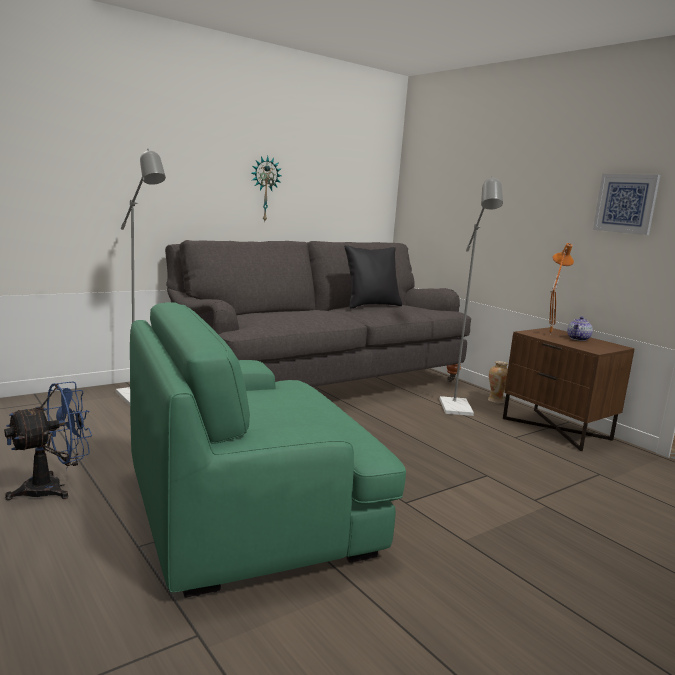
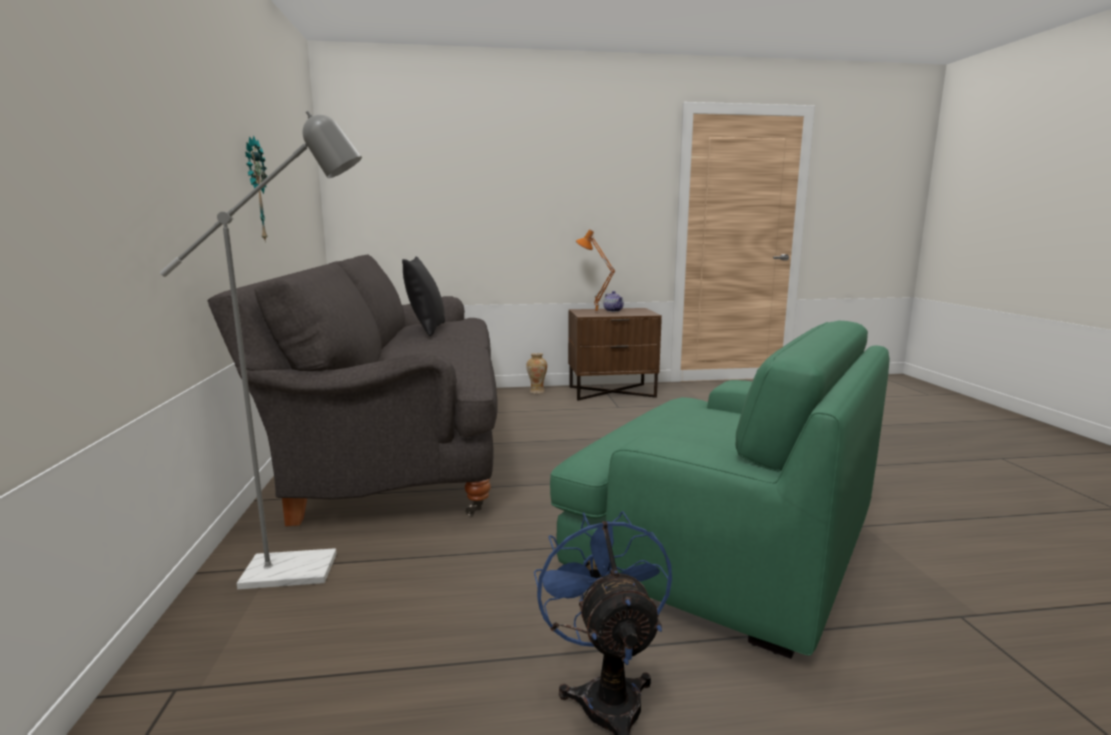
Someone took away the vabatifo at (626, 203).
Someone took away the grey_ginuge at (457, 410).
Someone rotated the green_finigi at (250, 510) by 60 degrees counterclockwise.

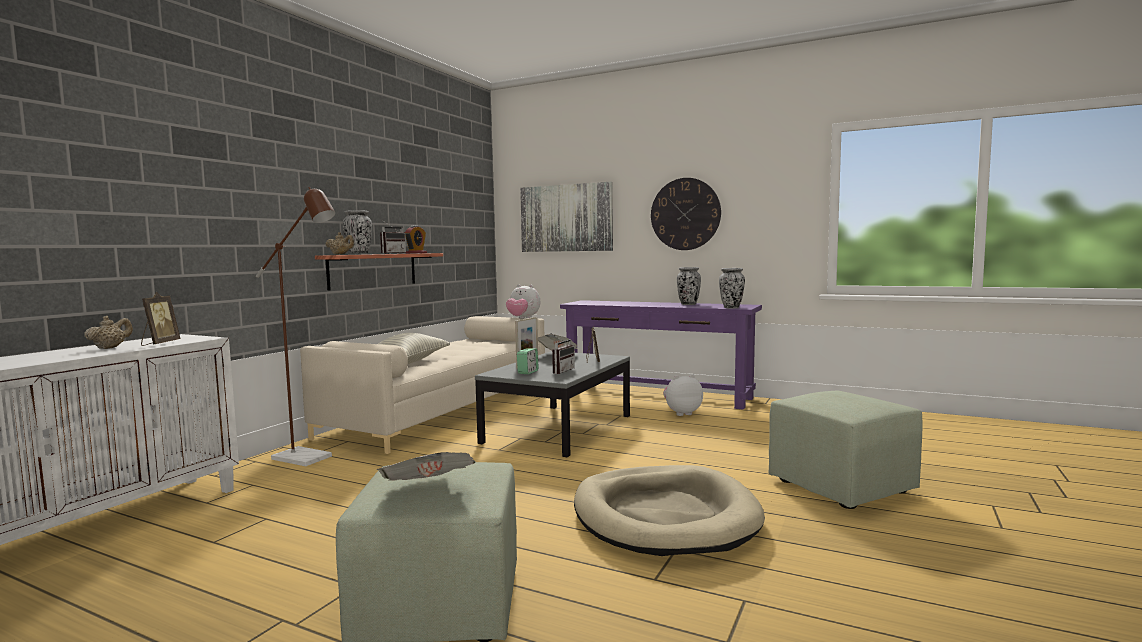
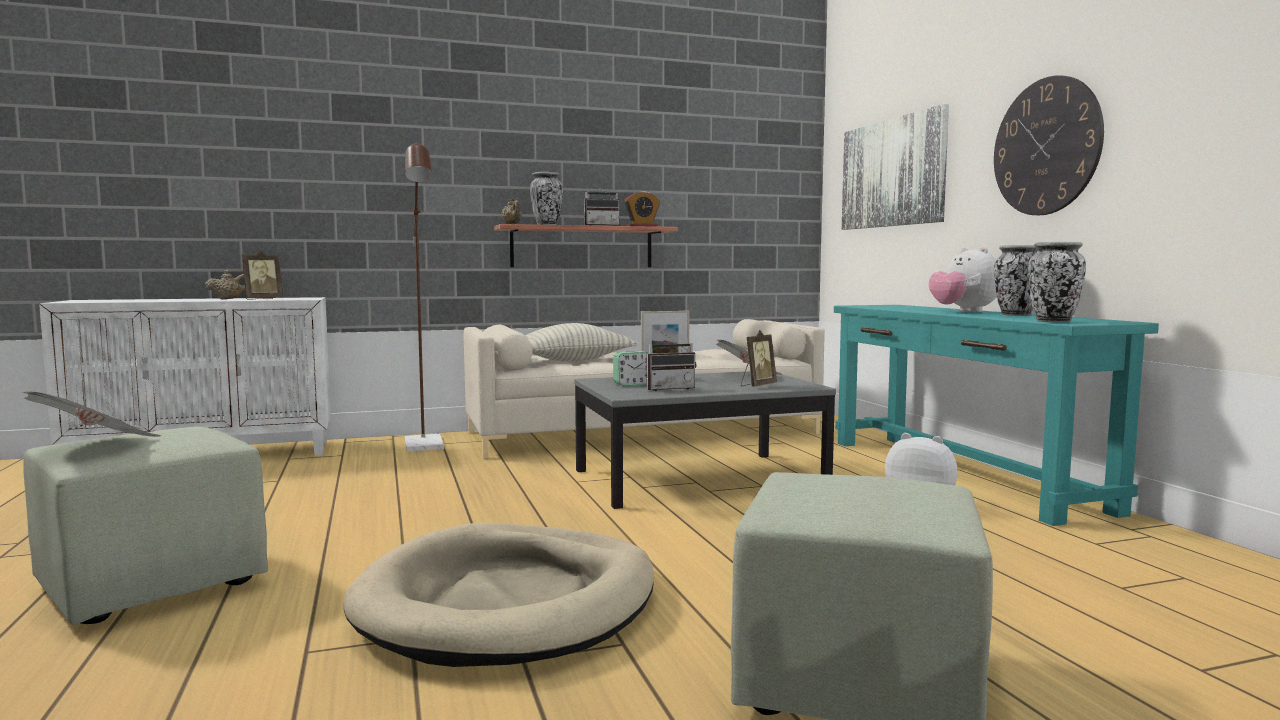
Someone carried the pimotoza from (523, 319) to (963, 311).
Someone repainted the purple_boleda at (657, 395), which became the turquoise_boleda at (958, 473).

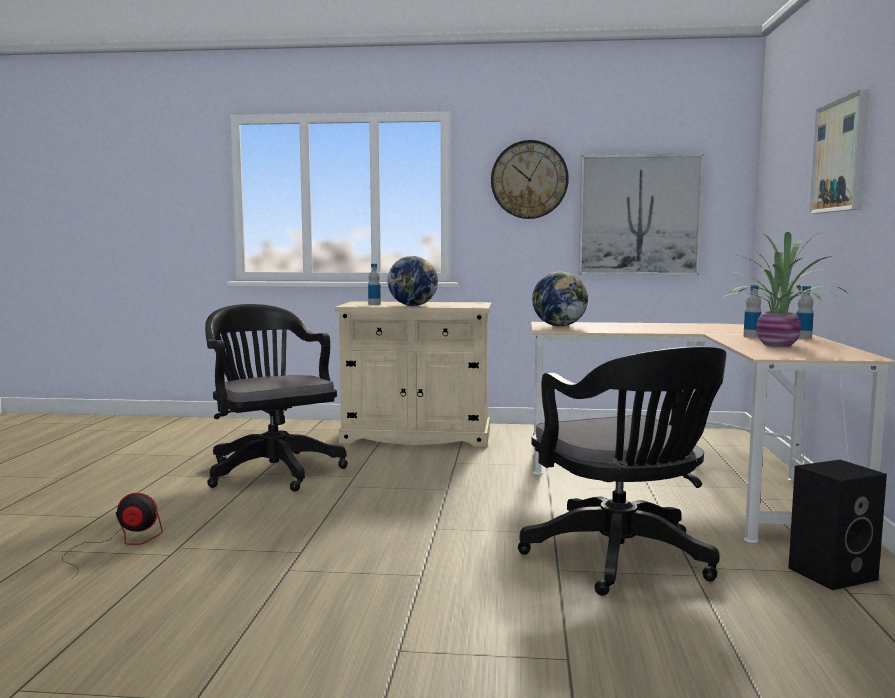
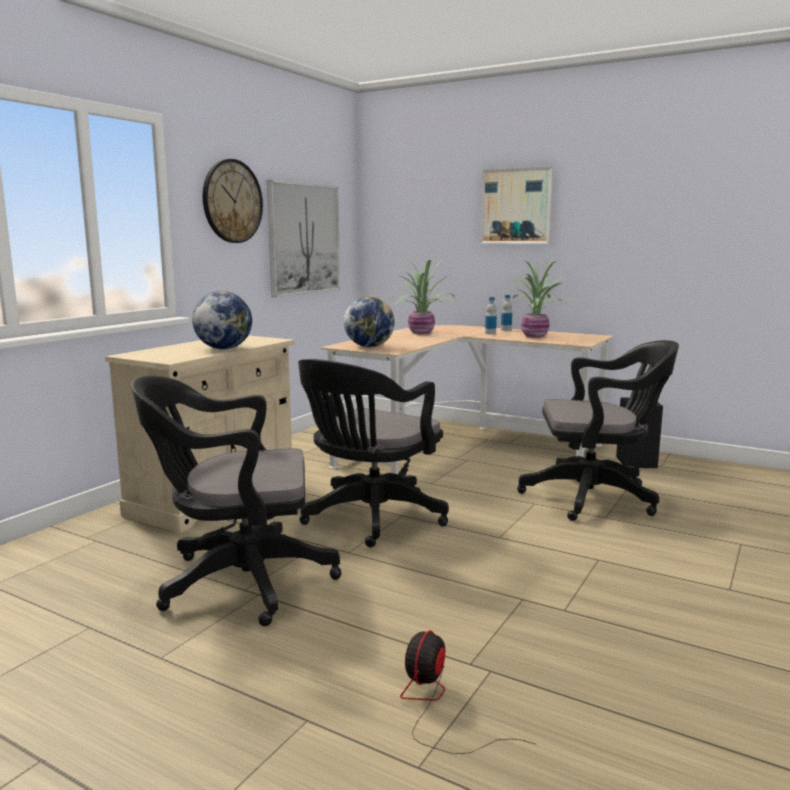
Someone took away the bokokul at (374, 304).
Someone put down the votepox at (421, 333).
Someone put down the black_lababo at (369, 519).

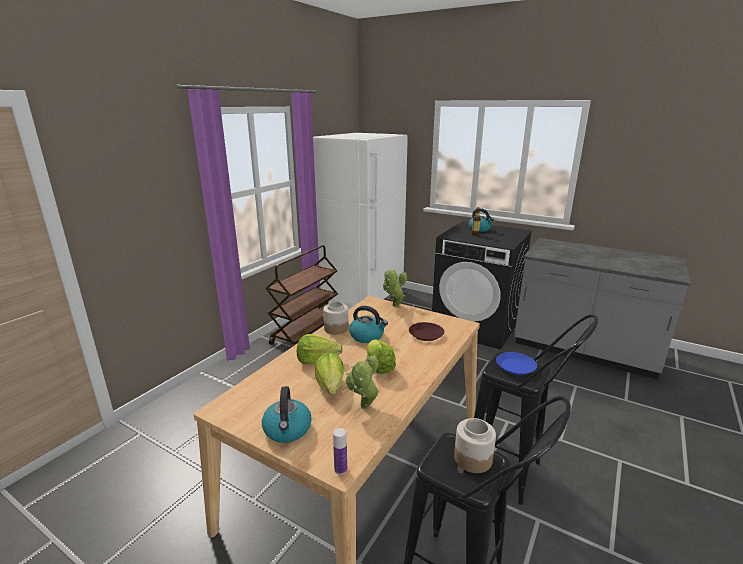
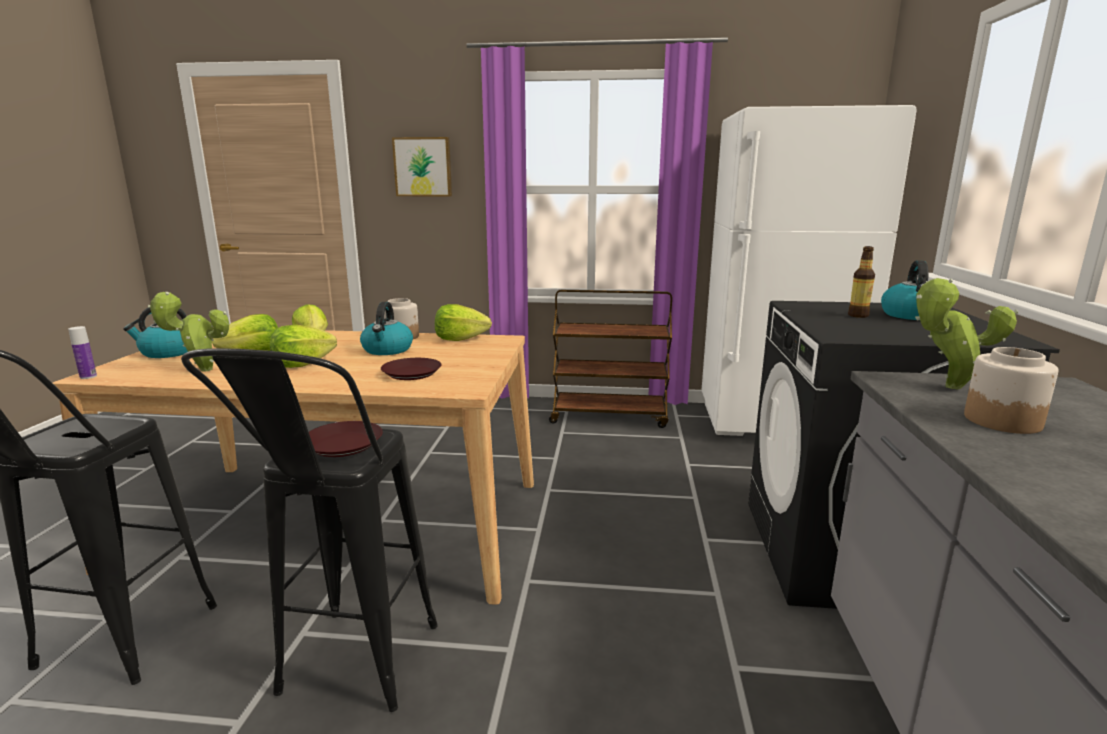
Someone carried the votepox from (394, 306) to (947, 387).
Someone repainted the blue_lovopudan at (515, 366), which became the brown_lovopudan at (344, 445).
Someone carried the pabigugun from (472, 458) to (1002, 421).
Someone put up the vabatifo at (423, 167).
Someone put down the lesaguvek at (460, 339).

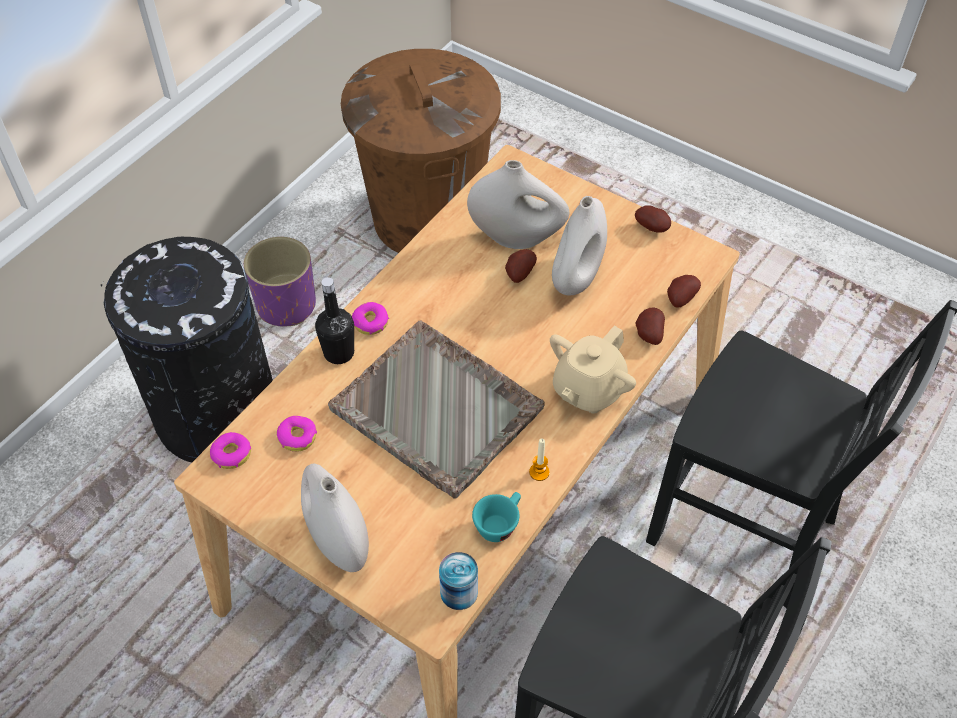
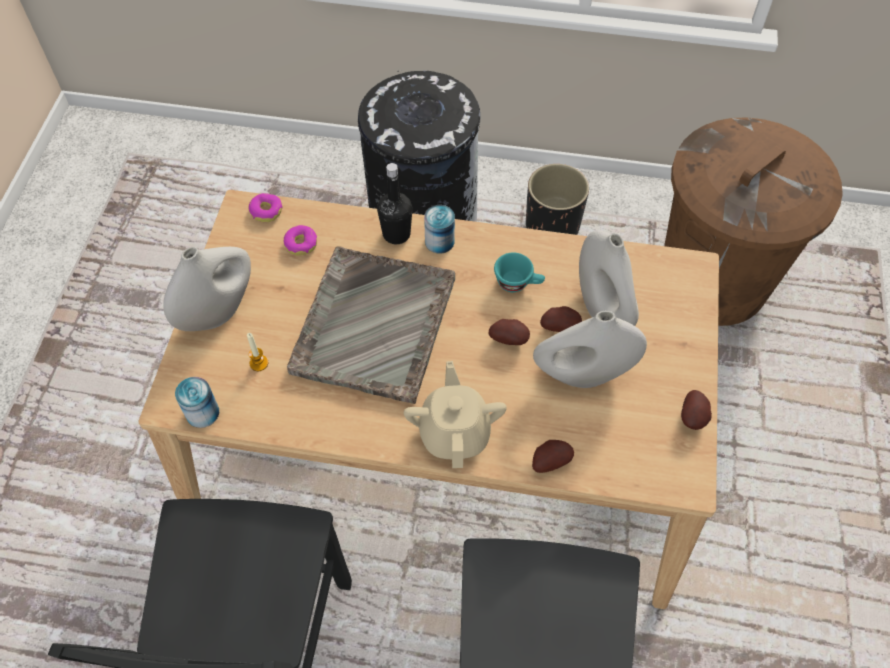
Someone repainted the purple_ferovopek at (286, 305), which became the black_ferovopek at (552, 226).
Someone carried the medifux from (679, 298) to (509, 338).
Someone swapped the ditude at (370, 323) for the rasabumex at (439, 241).
Someone rotated the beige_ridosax at (588, 390) by 75 degrees clockwise.
Someone carried the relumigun from (539, 472) to (259, 363).
Someone carried the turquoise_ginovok from (499, 523) to (518, 283).

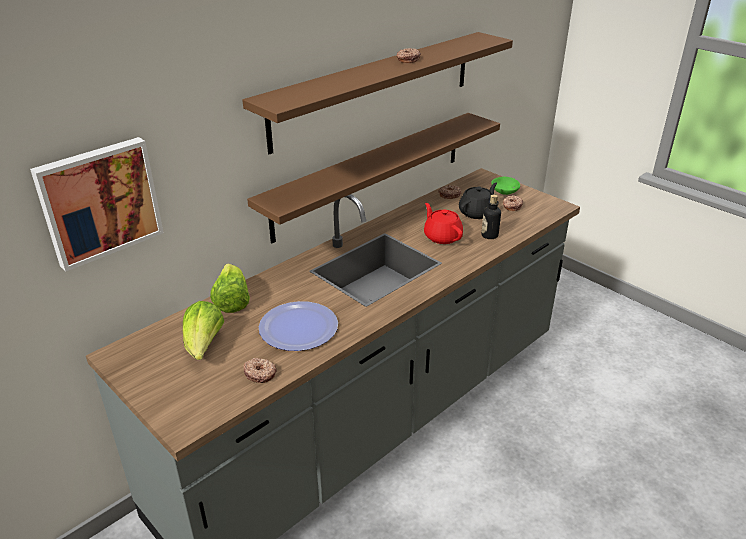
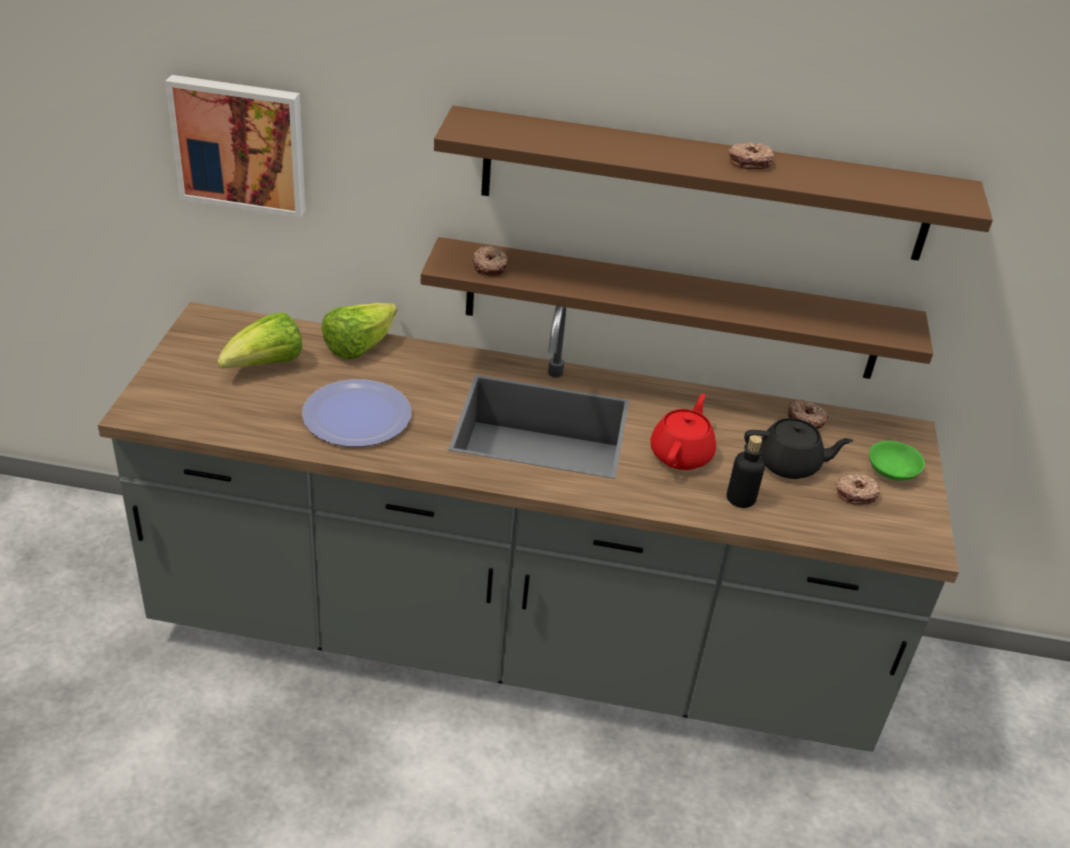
Someone carried the ditude from (260, 373) to (490, 266).

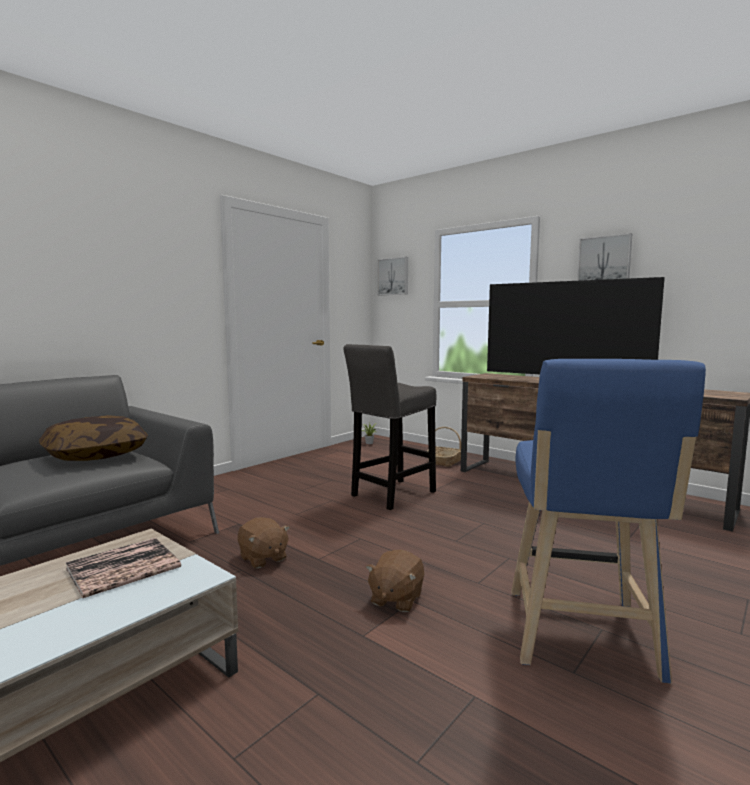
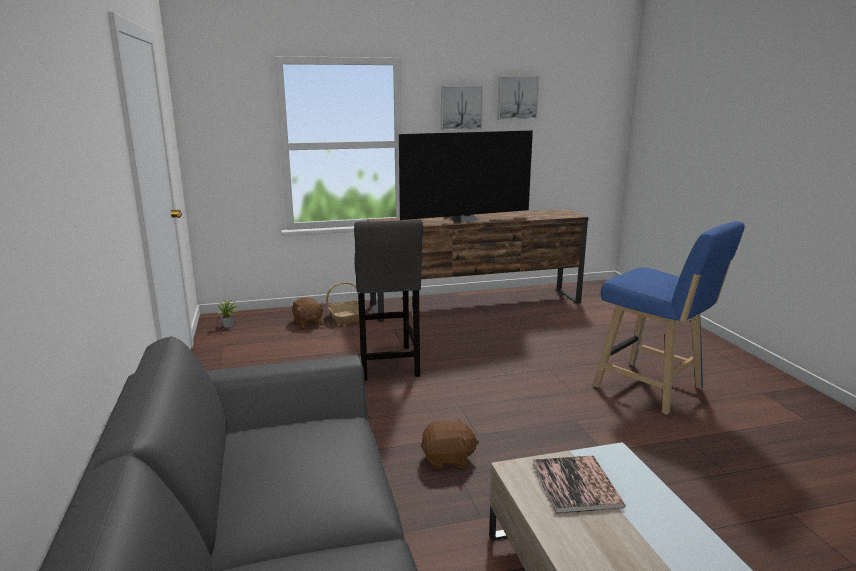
Someone carried the vabatifo from (393, 276) to (517, 98).
Someone took away the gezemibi at (96, 454).
Someone carried the brown_pimotoza from (396, 598) to (307, 322).

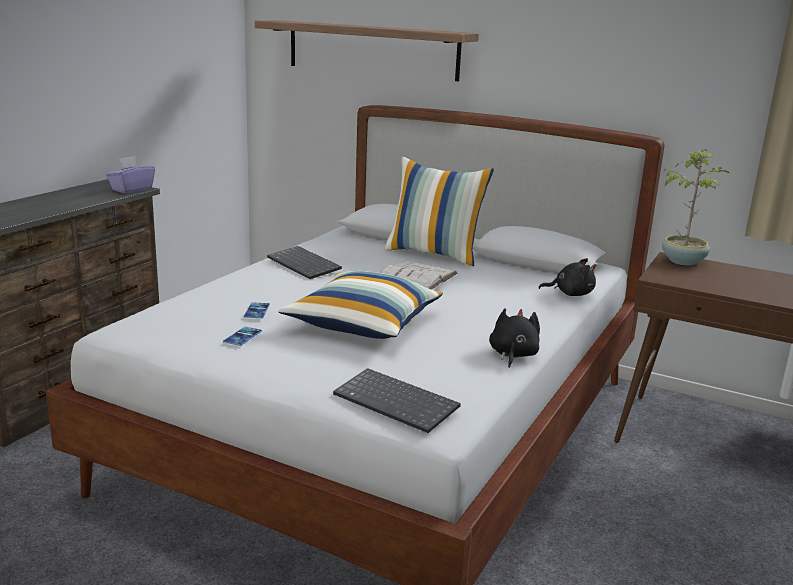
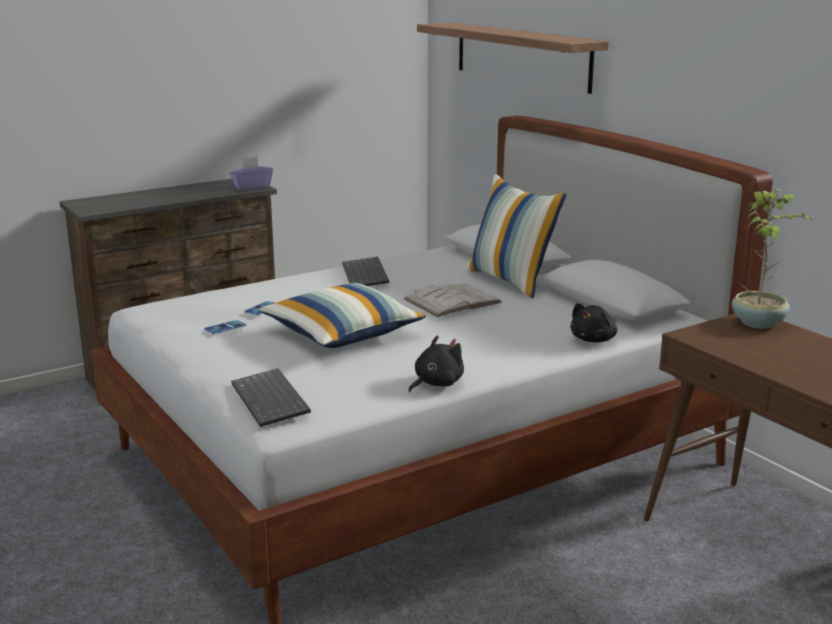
Someone rotated the black_pimotoza at (570, 294) by 90 degrees clockwise.

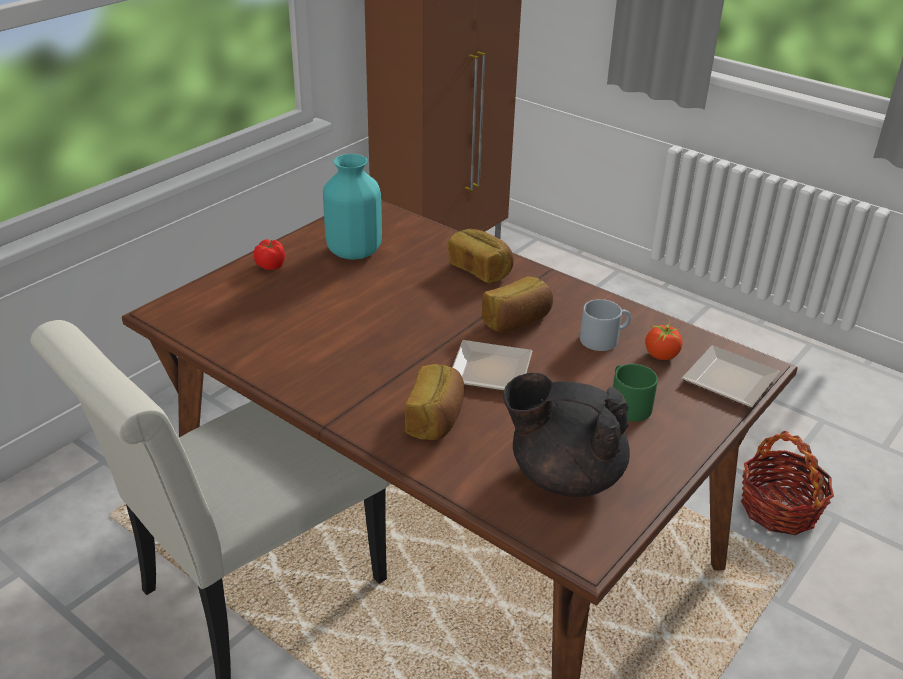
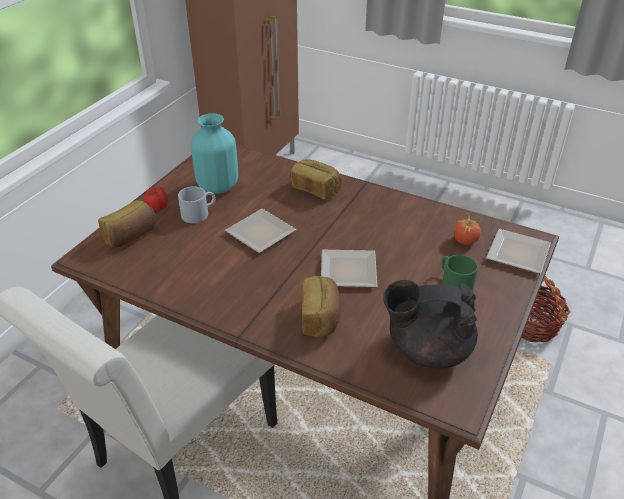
Someone carried the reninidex from (517, 321) to (131, 235).
Someone carried the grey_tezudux from (604, 338) to (199, 213).
Someone put down the lovopudan at (260, 235).

